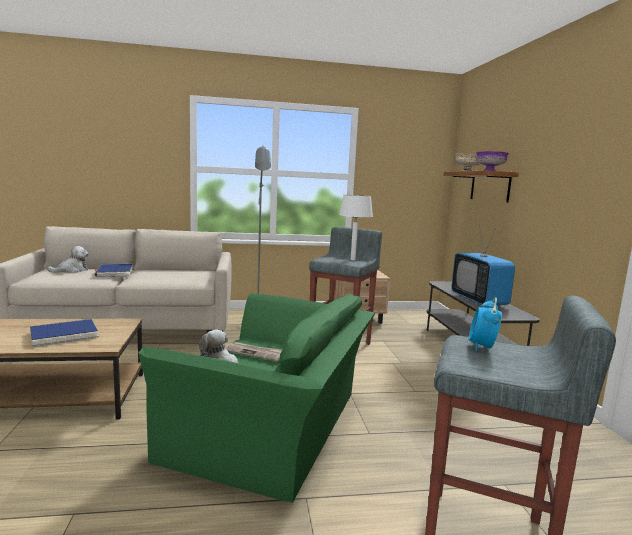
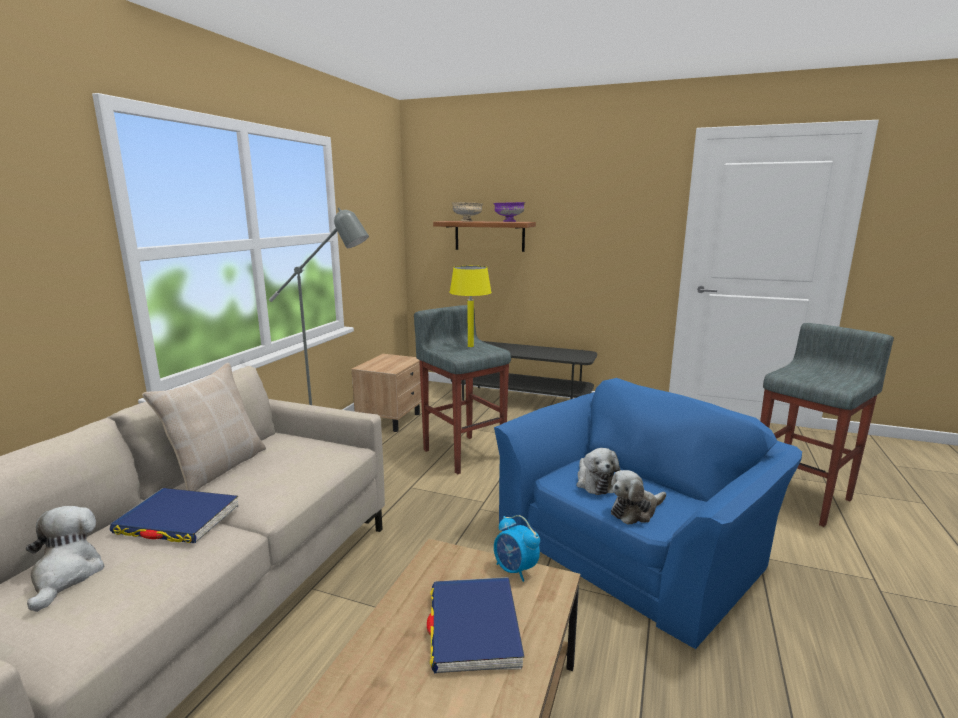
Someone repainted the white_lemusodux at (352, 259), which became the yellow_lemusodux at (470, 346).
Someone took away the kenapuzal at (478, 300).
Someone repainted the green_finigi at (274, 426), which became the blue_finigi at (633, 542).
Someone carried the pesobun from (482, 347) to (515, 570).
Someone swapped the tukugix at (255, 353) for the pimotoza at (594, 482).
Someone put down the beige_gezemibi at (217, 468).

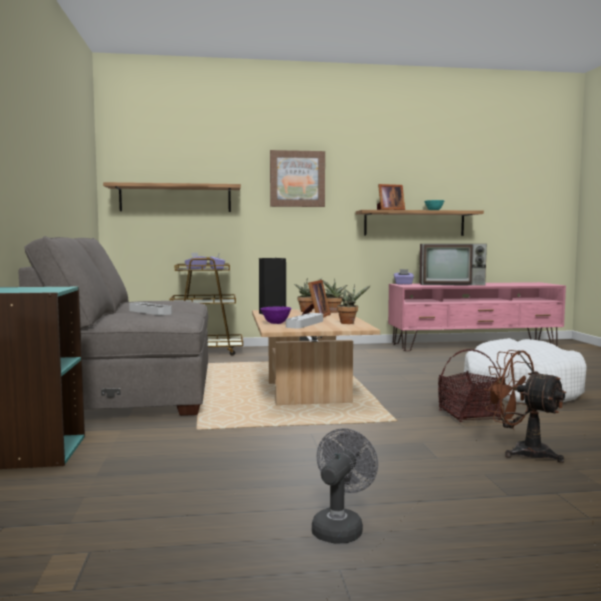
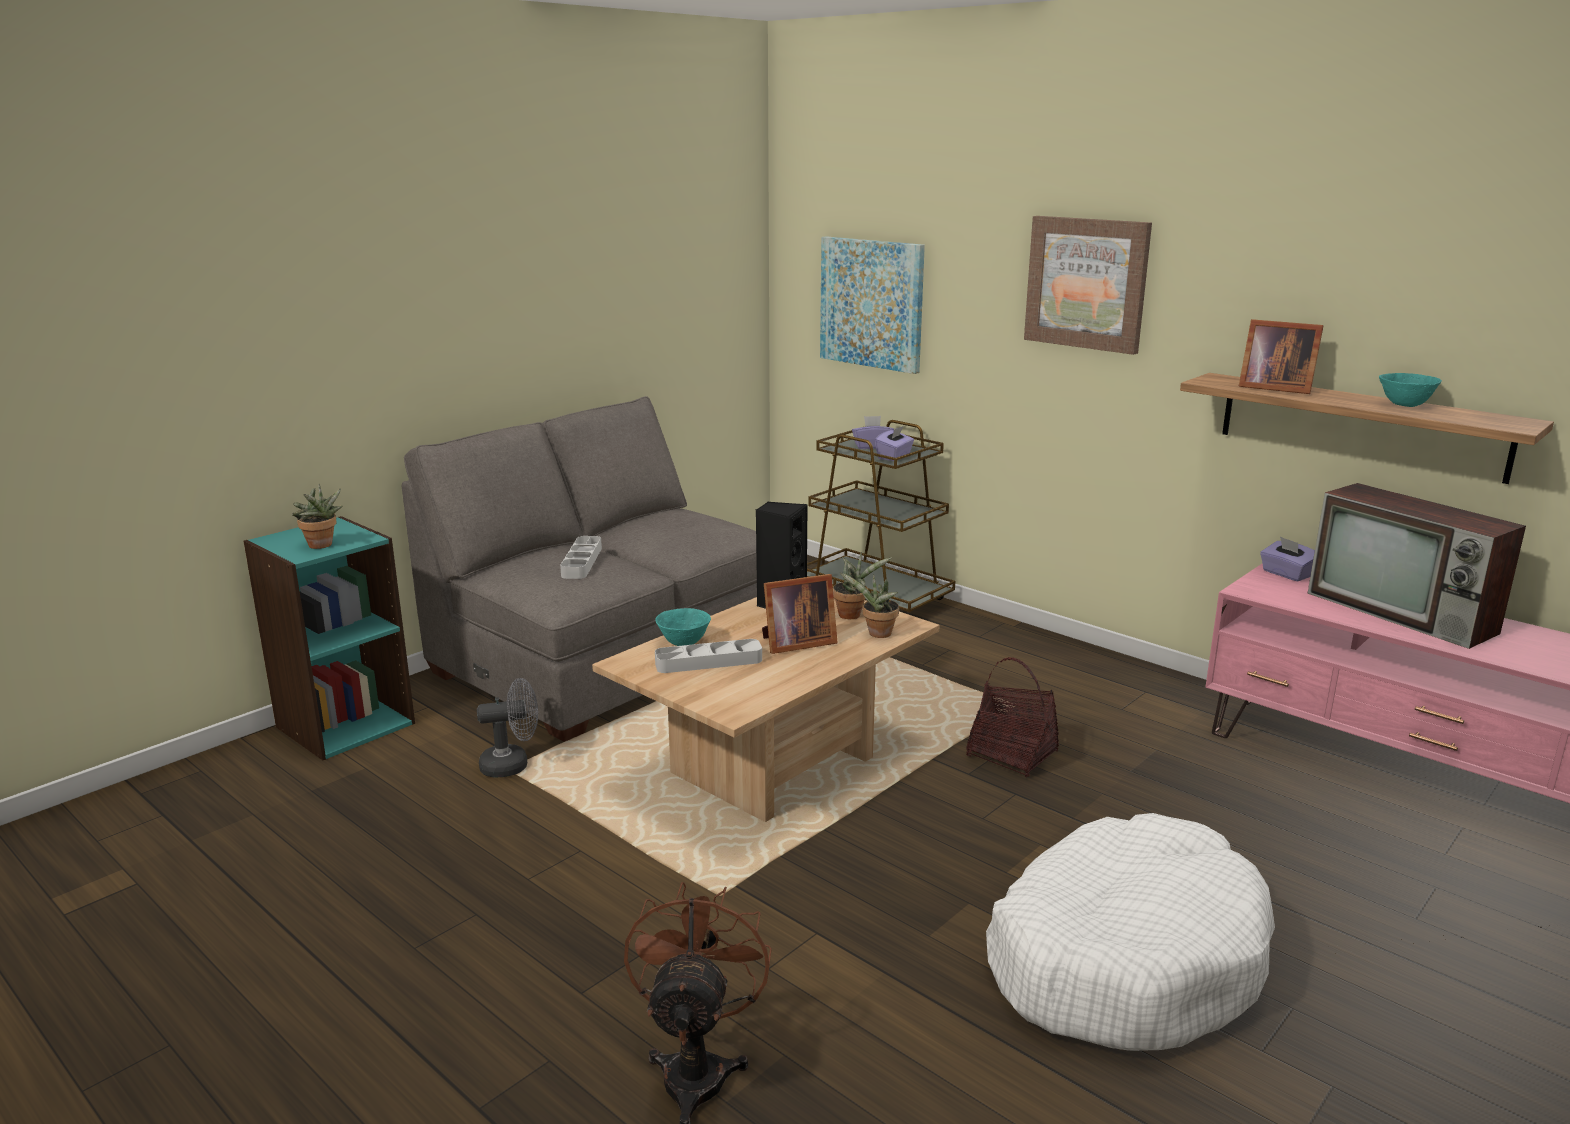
Someone swapped the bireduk at (175, 198) for the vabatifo at (872, 303).
Someone carried the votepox from (349, 323) to (322, 546).
Someone repainted the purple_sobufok at (275, 323), which became the turquoise_sobufok at (683, 643).
Someone carried the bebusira from (469, 415) to (1012, 754).
Someone carried the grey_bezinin from (340, 527) to (512, 765).

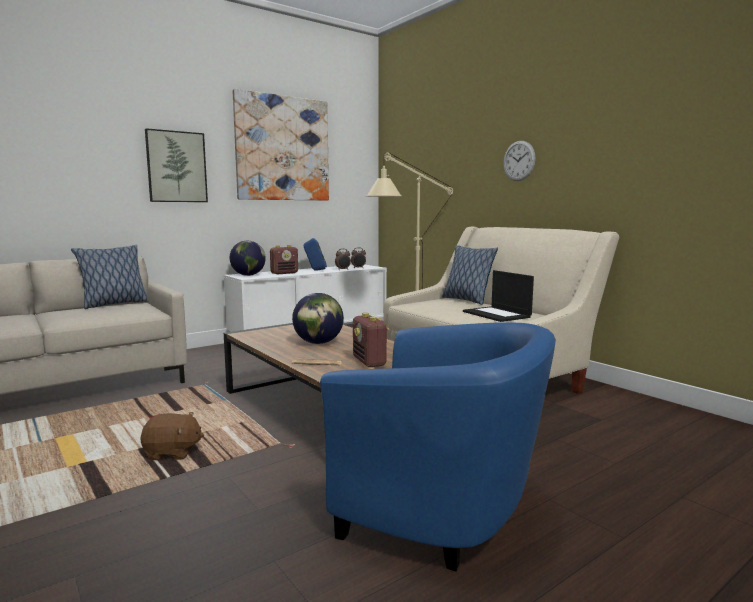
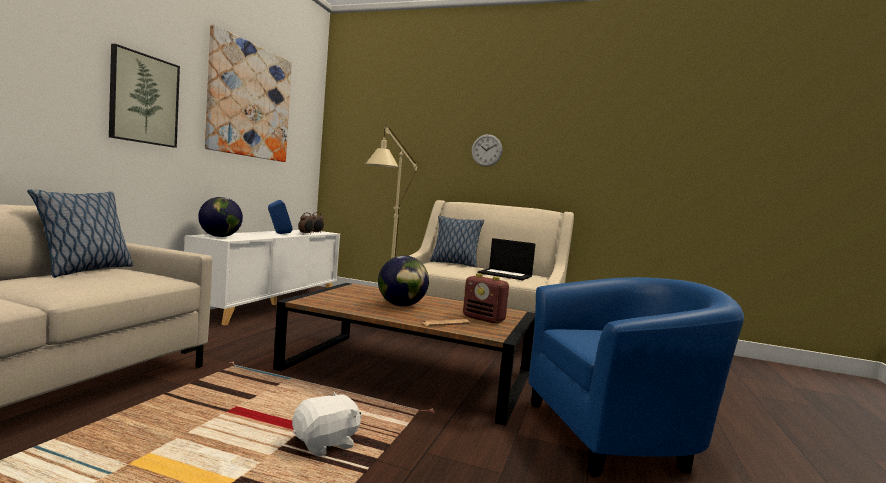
Someone took away the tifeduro at (284, 273).
Someone repainted the brown_pimotoza at (172, 453), which became the white_pimotoza at (326, 444).

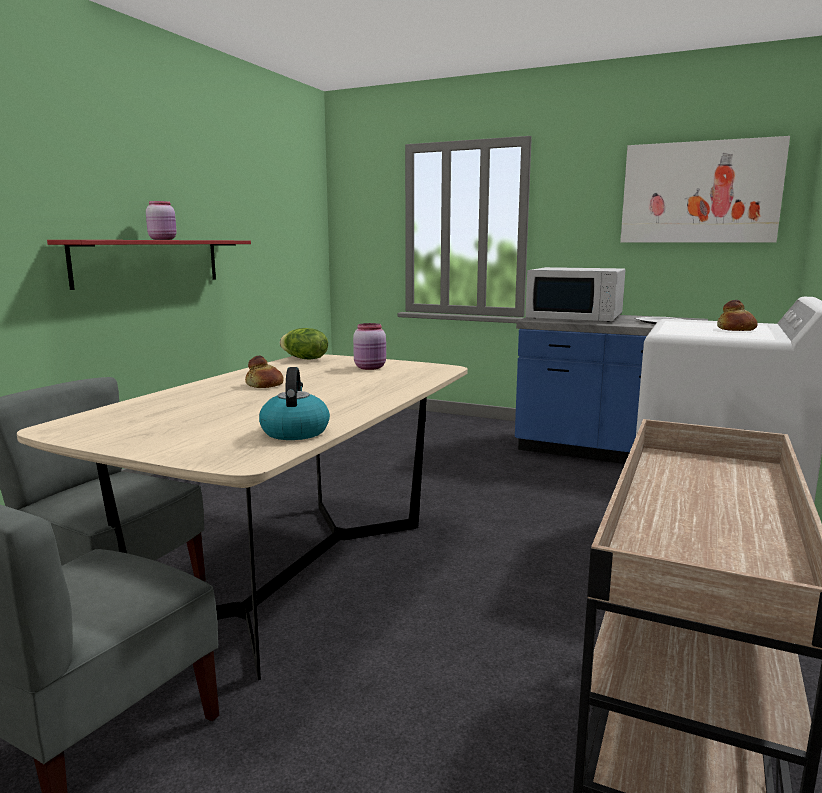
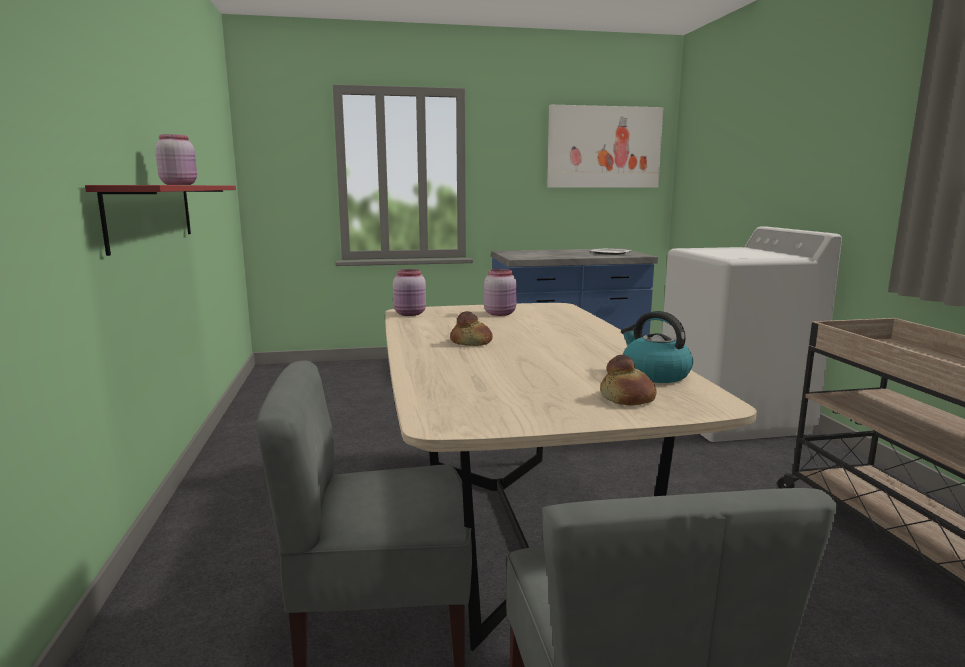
Someone took away the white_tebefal at (576, 317).
Someone carried the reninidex from (736, 329) to (628, 398).
Someone swapped the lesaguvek at (304, 359) for the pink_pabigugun at (410, 314).

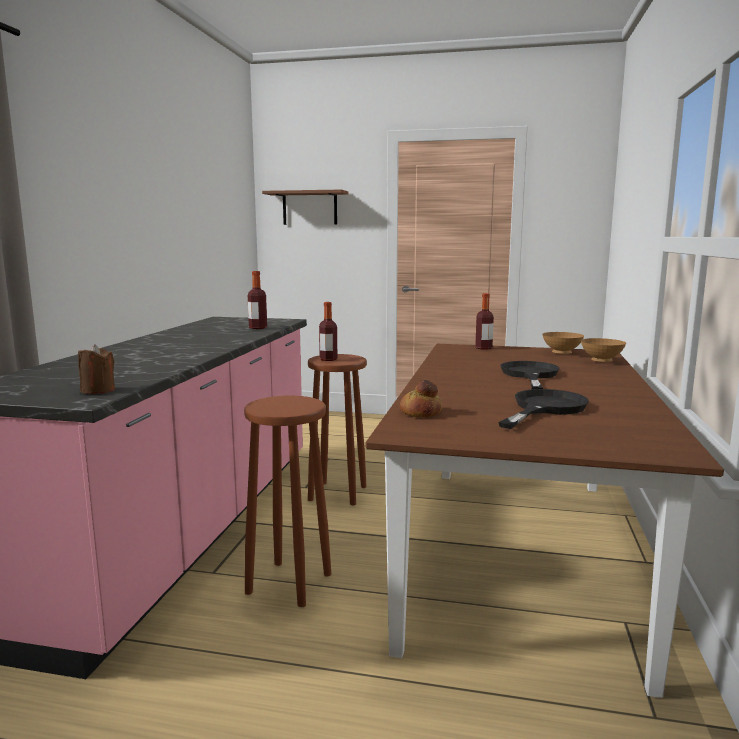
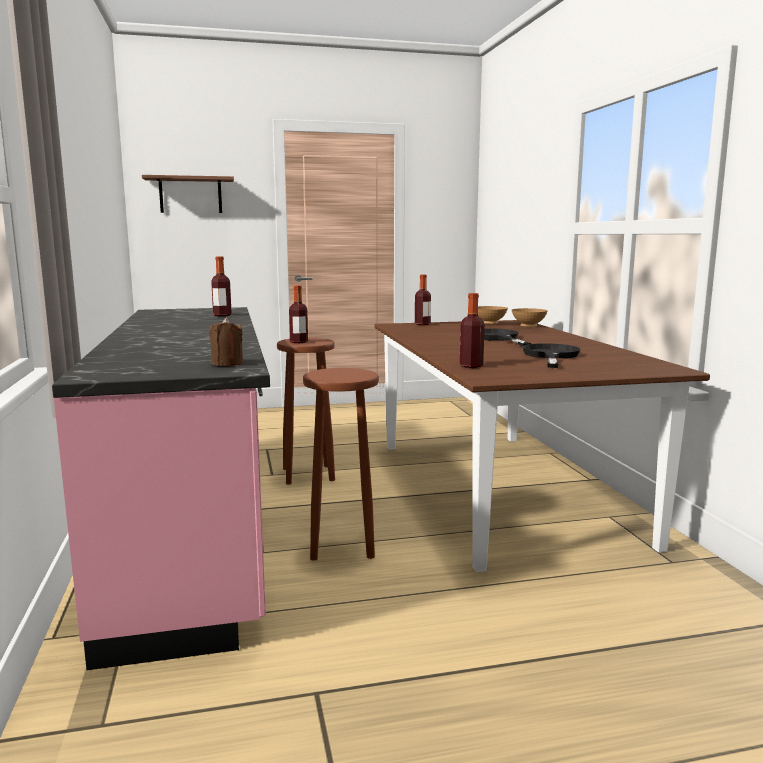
Someone swapped the reninidex at (420, 412) for the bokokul at (471, 366).

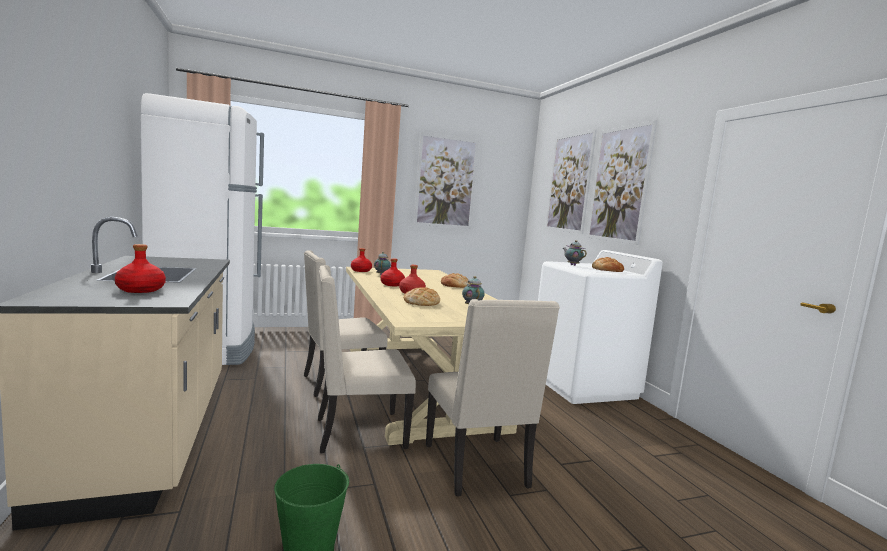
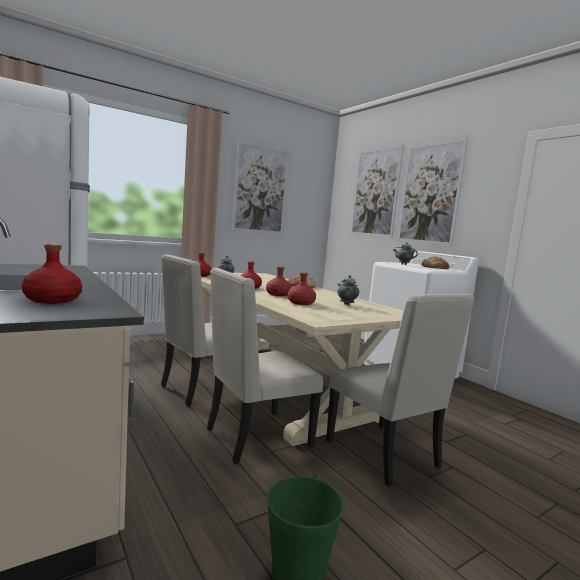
Someone swapped the reninidex at (421, 302) for the red_bokokul at (300, 303).

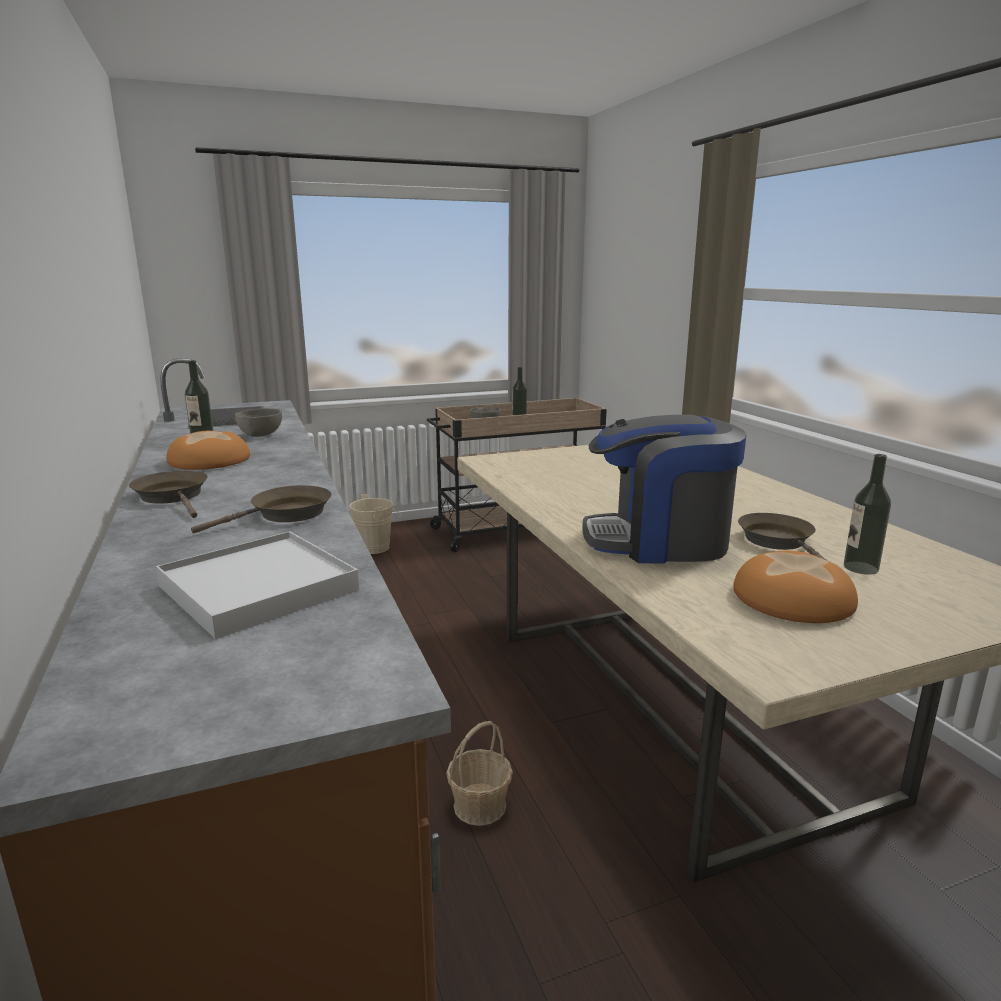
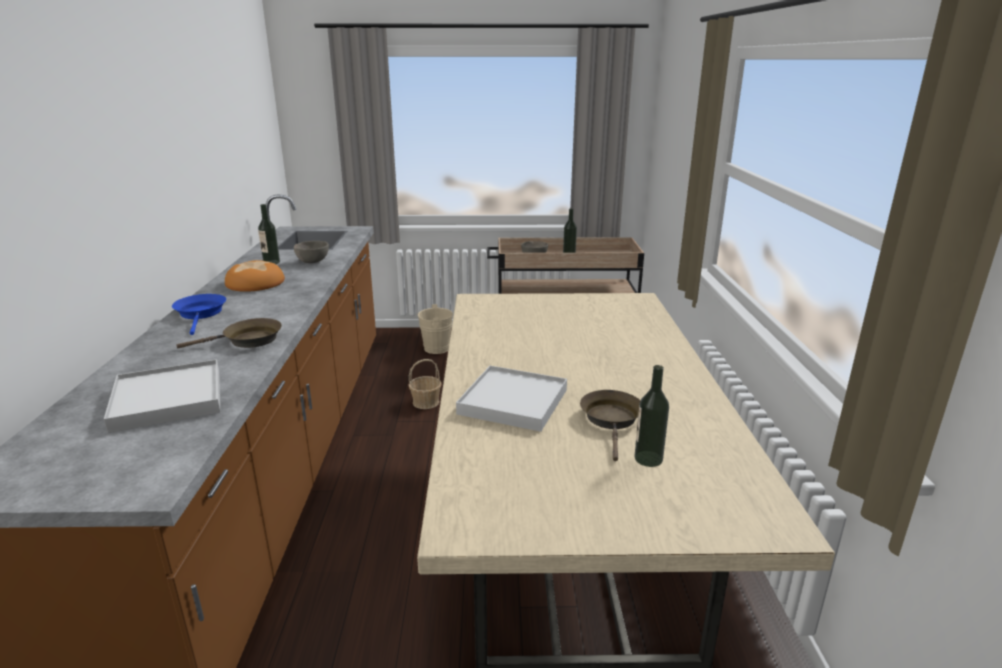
Someone swapped the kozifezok at (659, 541) for the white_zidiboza at (513, 402).
Someone repainted the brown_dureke at (174, 497), which became the blue_dureke at (201, 314).
Someone took away the reninidex at (791, 599).
Someone carried the bebusira from (480, 805) to (426, 402).

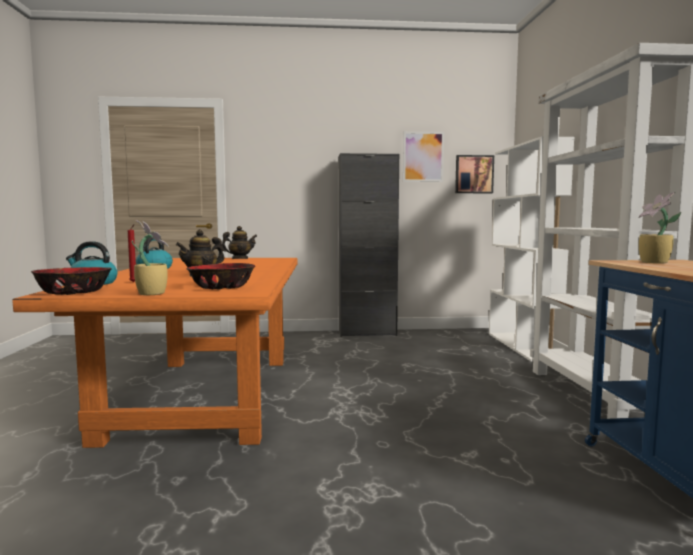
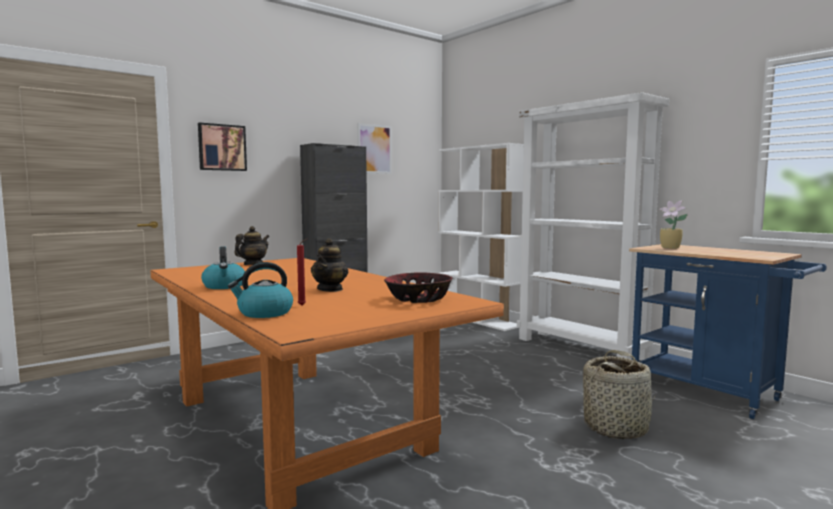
Someone carried the vabatifo from (473, 174) to (222, 147).
Someone took away the votepox at (152, 293).
Someone took away the sobufok at (73, 292).
Someone put down the bebusira at (616, 427).

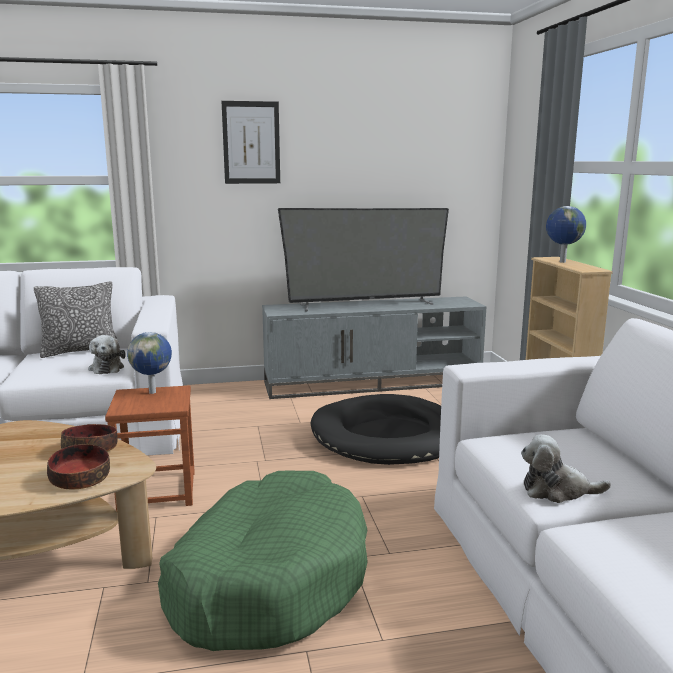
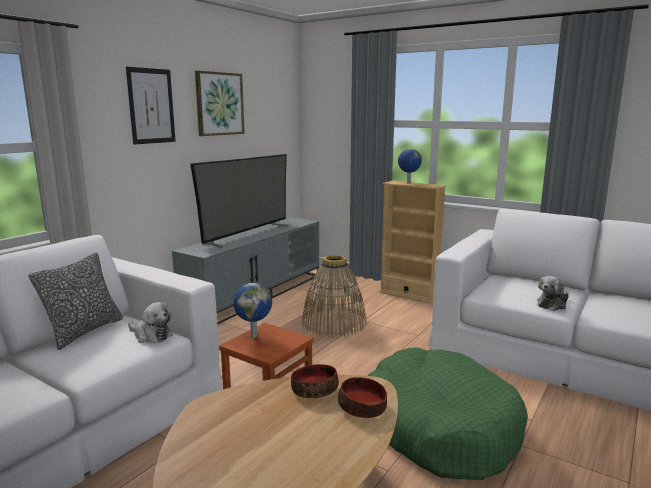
Someone swapped the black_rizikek at (389, 436) for the bebusira at (334, 323).
Someone put up the vabatifo at (219, 104).

